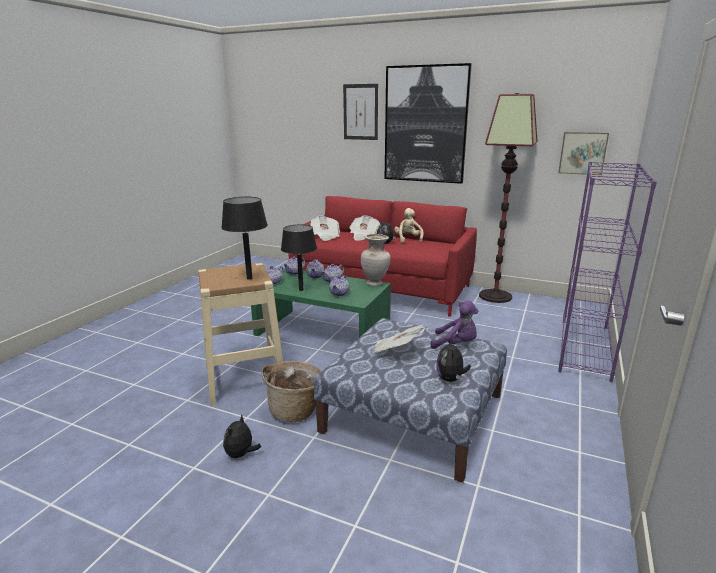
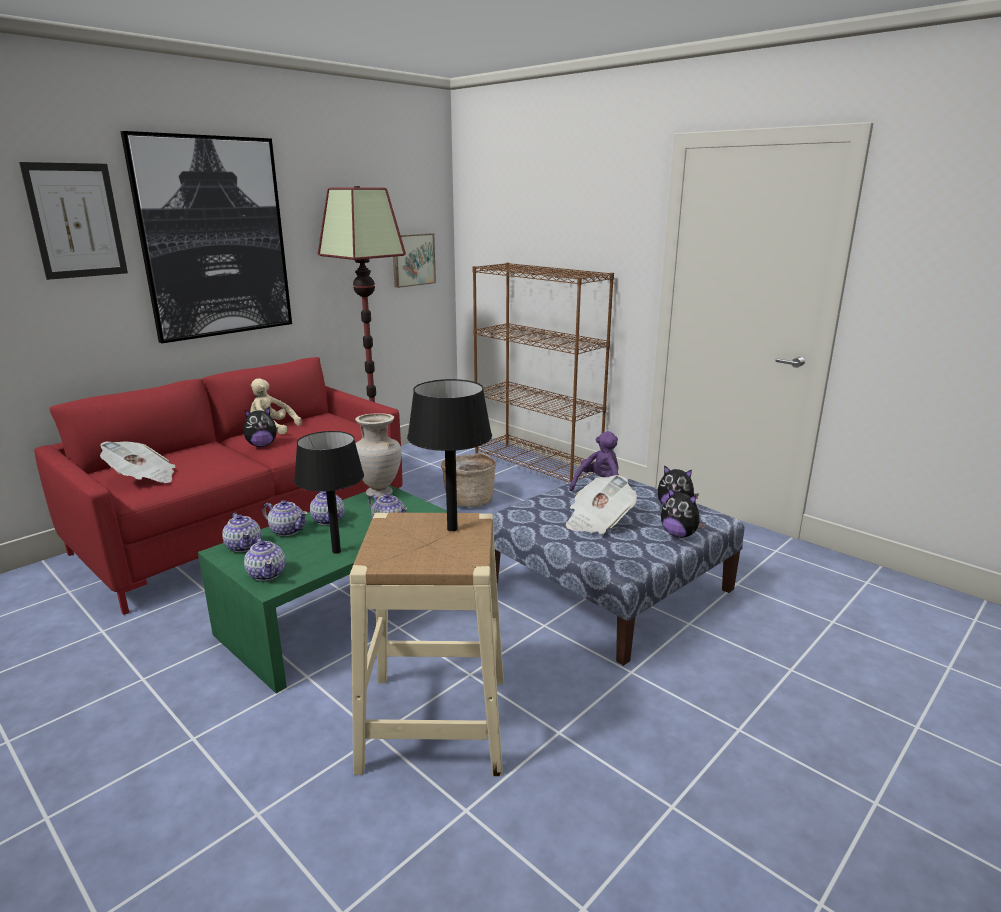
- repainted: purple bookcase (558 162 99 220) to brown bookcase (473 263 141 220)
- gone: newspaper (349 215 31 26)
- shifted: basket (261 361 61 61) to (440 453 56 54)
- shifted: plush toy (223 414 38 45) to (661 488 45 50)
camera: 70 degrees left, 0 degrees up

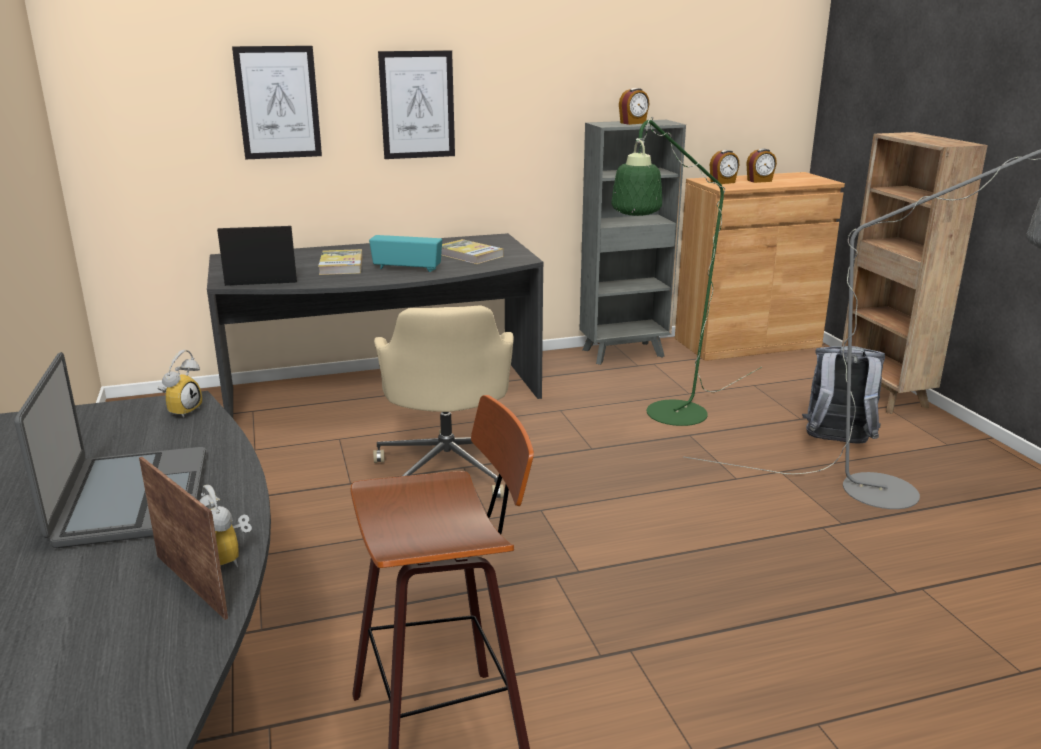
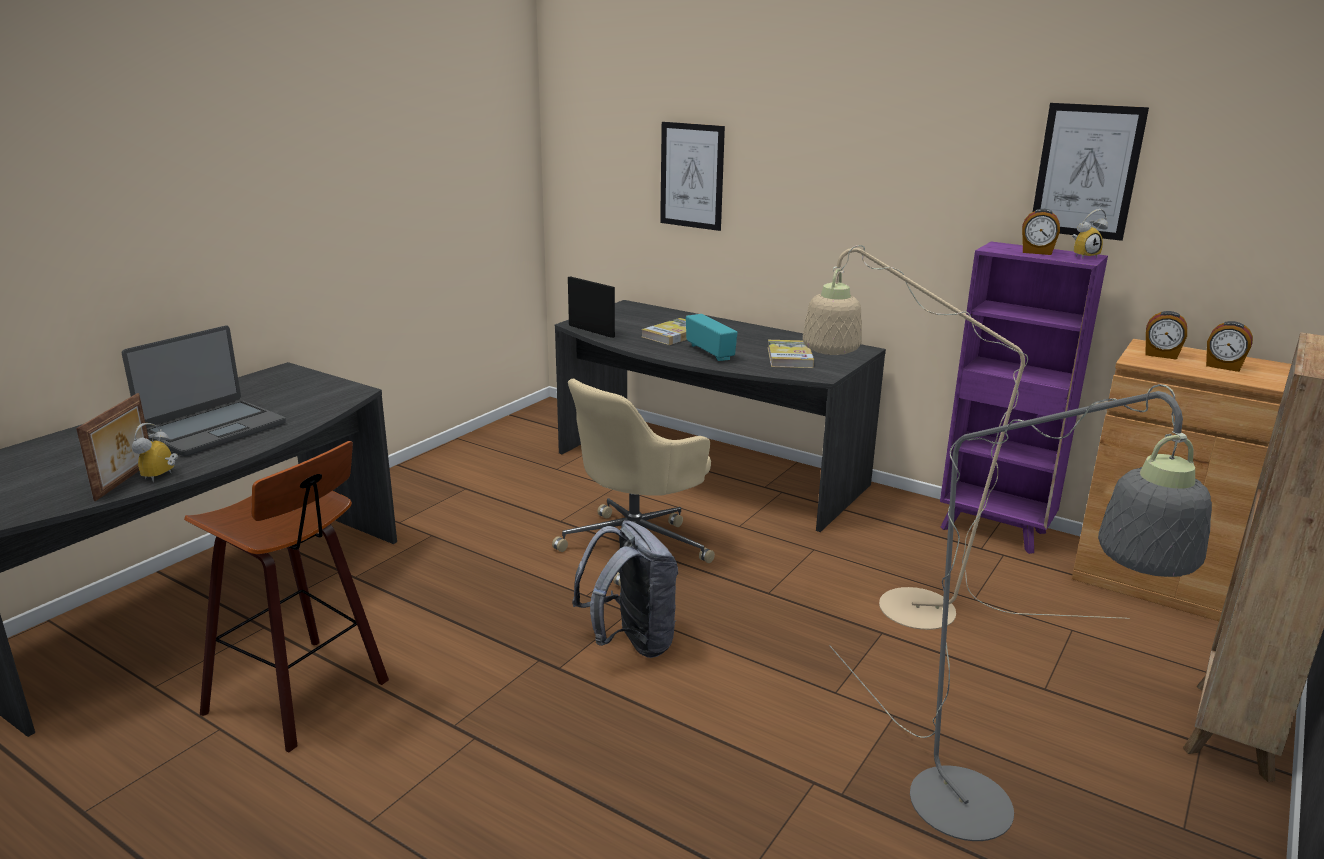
- shifted: picture (378 50 77 109) to (1033 103 116 138)
- repainted: green floor lamp (612 117 150 309) to beige floor lamp (803 245 327 385)
- repainted: grey bookcase (579 120 107 245) to purple bookcase (940 242 168 312)
- shifted: grey backpack (802 346 83 98) to (572 520 106 138)
- shifted: alarm clock (158 350 44 68) to (1072 209 36 50)
camera: 50 degrees right, 0 degrees up

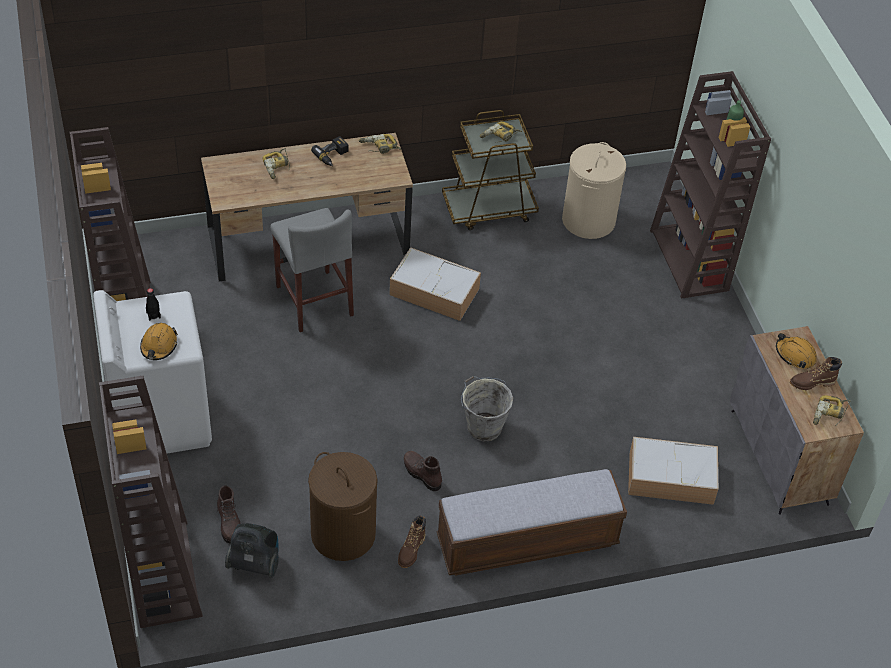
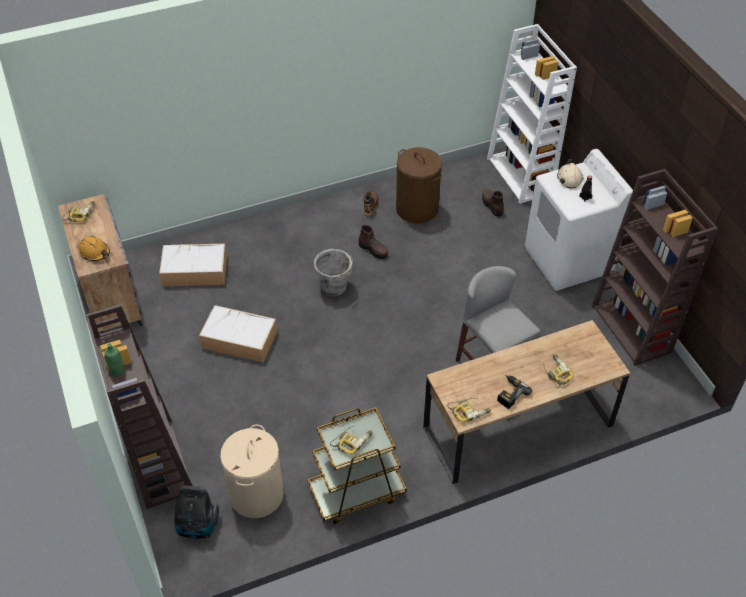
- shifted: storage box (389 247 92 74) to (199 305 78 58)
- repainted: orange hard hat (140 323 38 37) to beige hard hat (557 159 27 29)
- gone: brown boot (790 357 52 33)
- repainted: brown bookcase (99 376 104 252) to white bookcase (487 24 90 180)
- gone: bench (437 469 190 107)
- shifted: vacuum cleaner (225 523 54 55) to (174 486 45 53)
camera: 175 degrees right, 0 degrees up

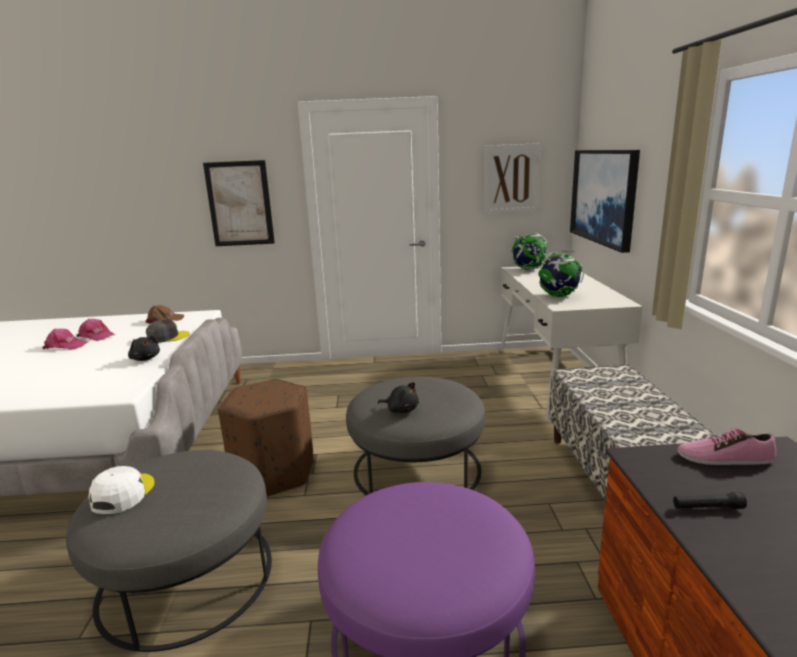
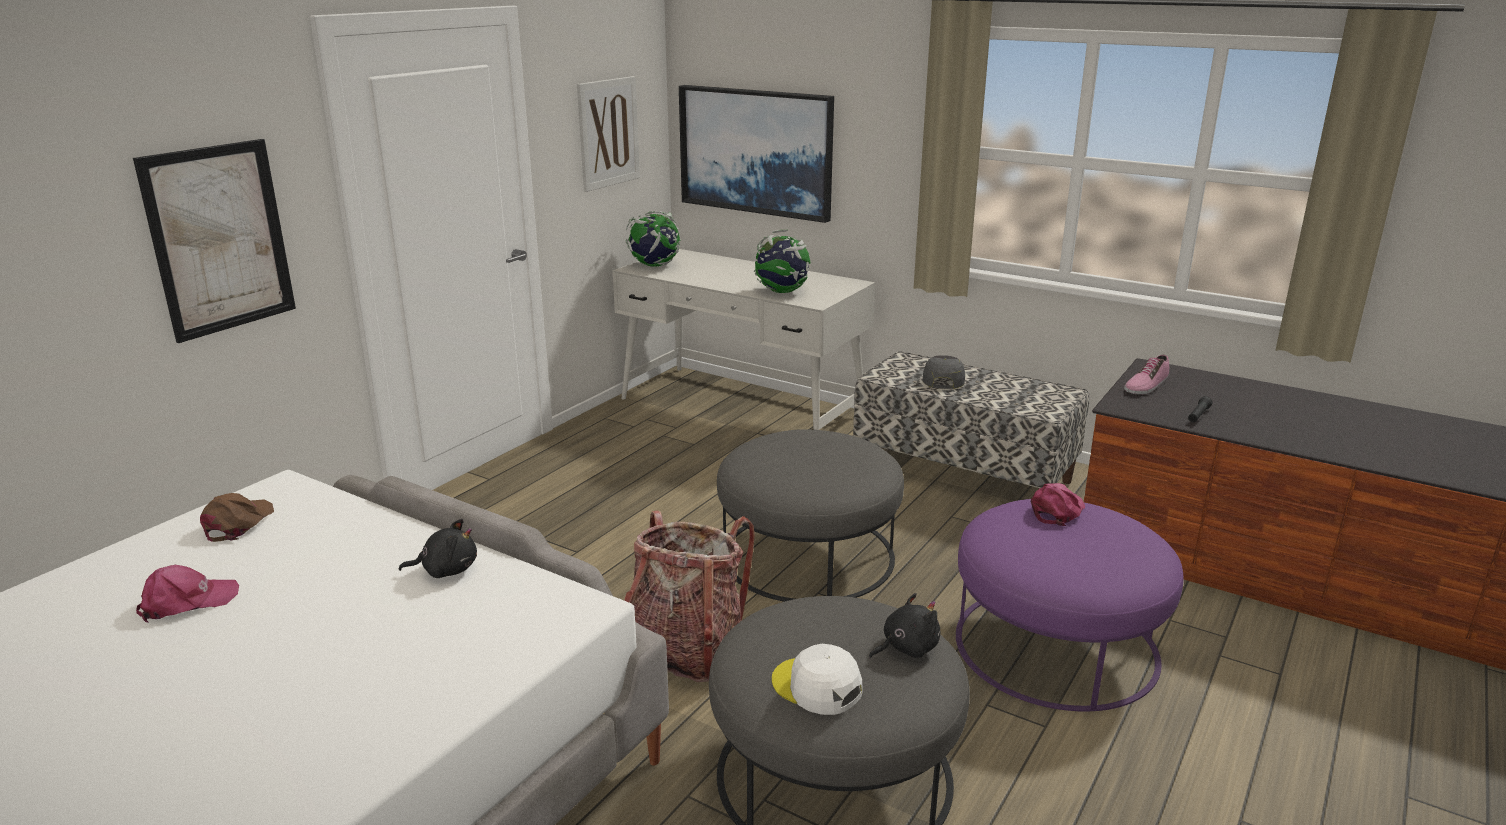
- shifted: grey cap (146 320 44 23) to (923 355 42 34)
- shifted: pink cap (42 329 46 21) to (1031 483 54 43)
- swapped: brown ottoman (218 379 96 118) to backpack (624 511 131 171)
- shifted: black plush toy (378 382 41 31) to (869 593 71 66)
camera: 55 degrees left, 5 degrees up

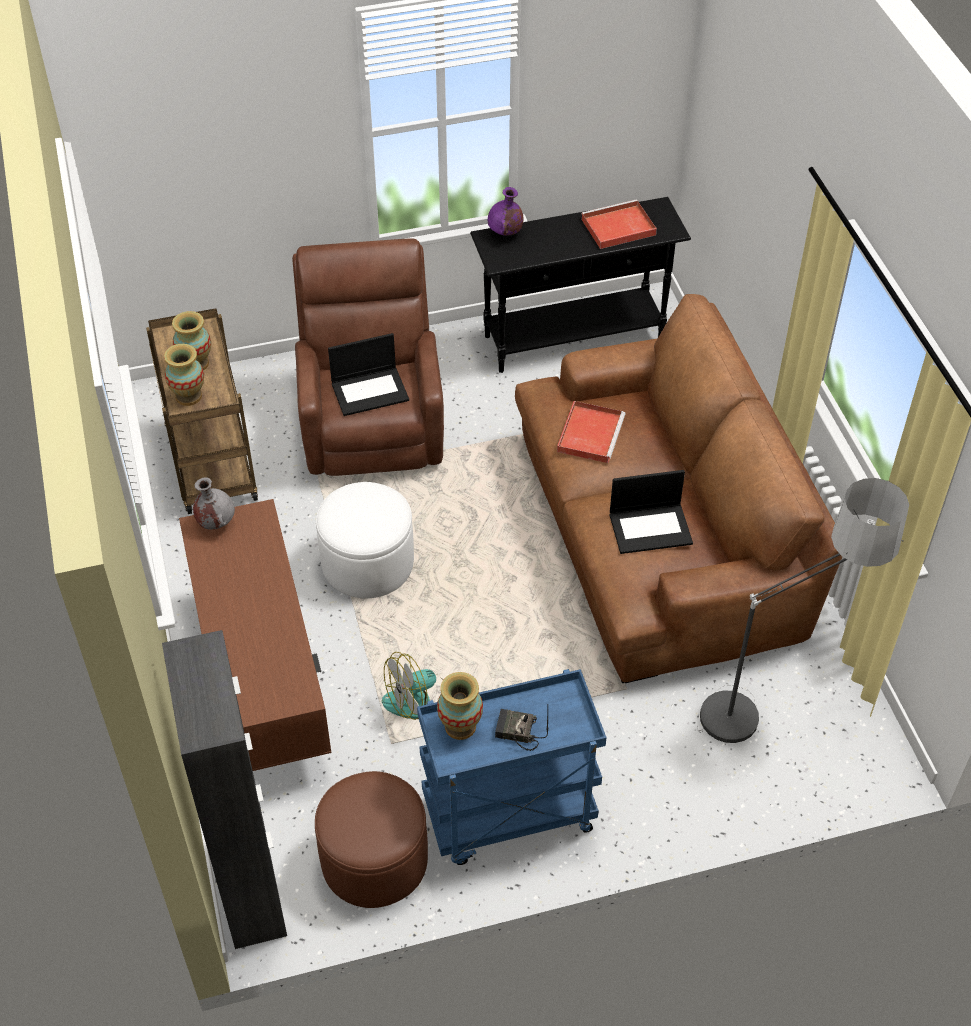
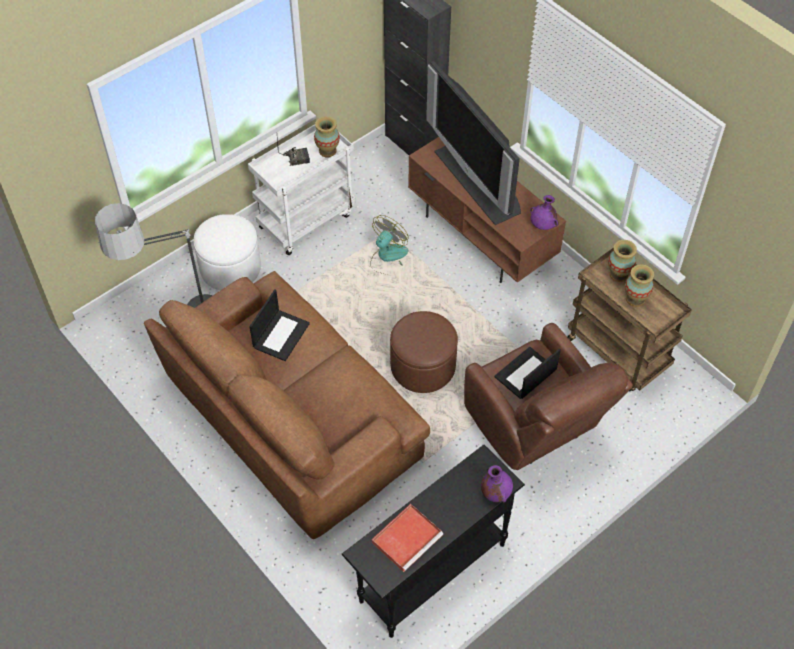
- gone: red tray (557 401 68 62)
- rotated: laptop (610 470 83 84) = (249 289 61 72) 150 degrees clockwise
- repainted: grey vase (193 477 42 53) to purple vase (530 195 29 35)
- shifted: white ottoman (316 482 98 116) to (194 214 67 76)
- repainted: blue cart (417 669 190 196) to white cart (248 122 108 133)
- shifted: brown ottoman (315 771 113 137) to (390 311 68 82)
- new: television (426 61 95 164)
camera: 155 degrees right, 5 degrees up

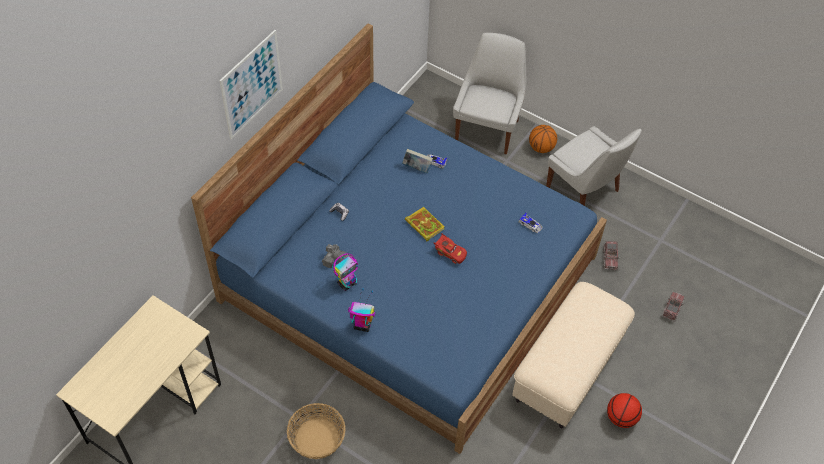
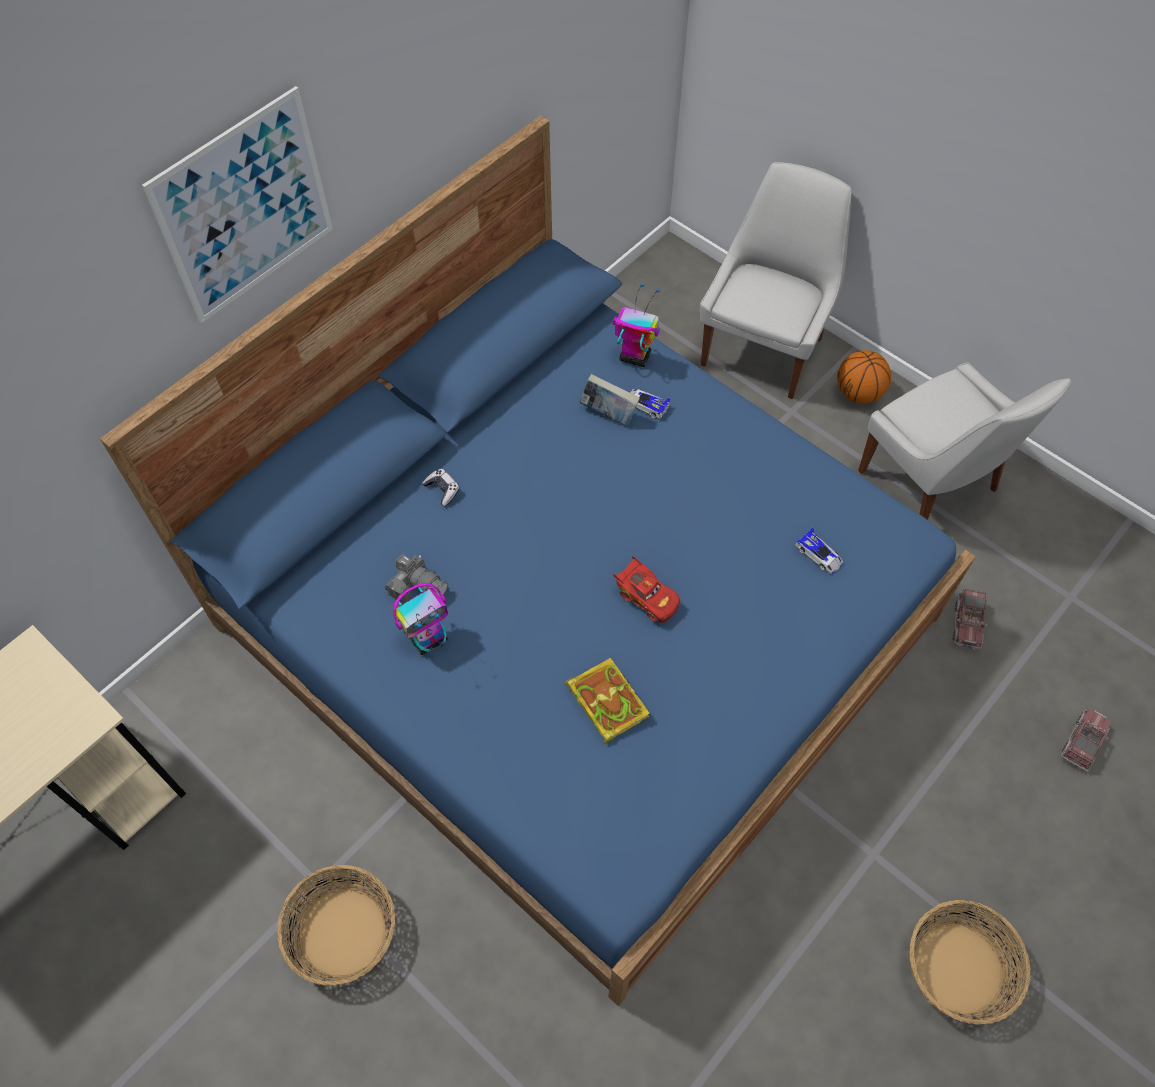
- shifted: book (405 207 39 34) to (565 658 85 86)
- gone: beige ottoman (512 282 123 146)
- shifted: toy robot (348 288 27 44) to (613 283 47 84)
- swapped: basketball (607 393 35 35) to basket (909 900 122 125)
camera: 10 degrees right, 5 degrees up

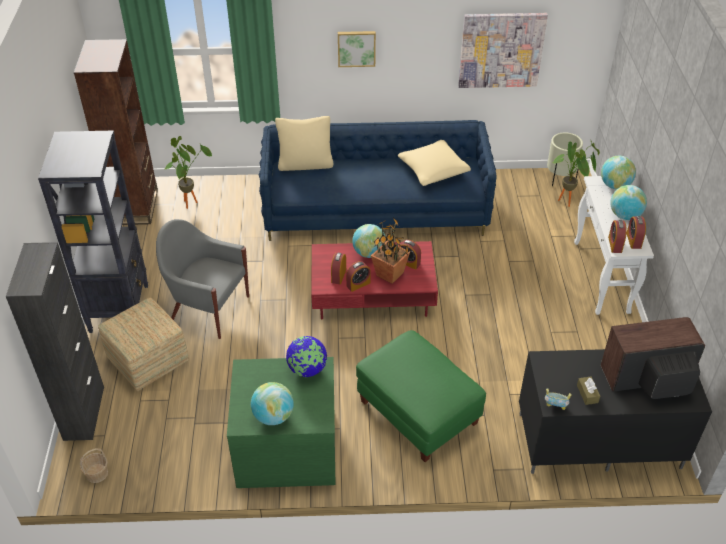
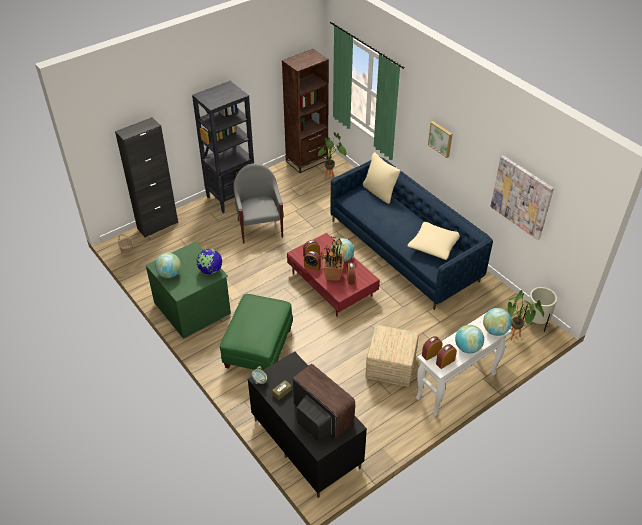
- shifted: ottoman (98 298 91 93) to (365 325 54 62)
camera: 55 degrees right, 0 degrees up

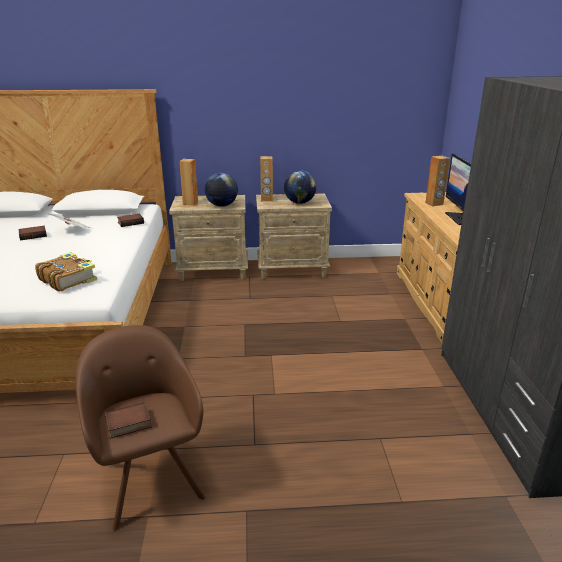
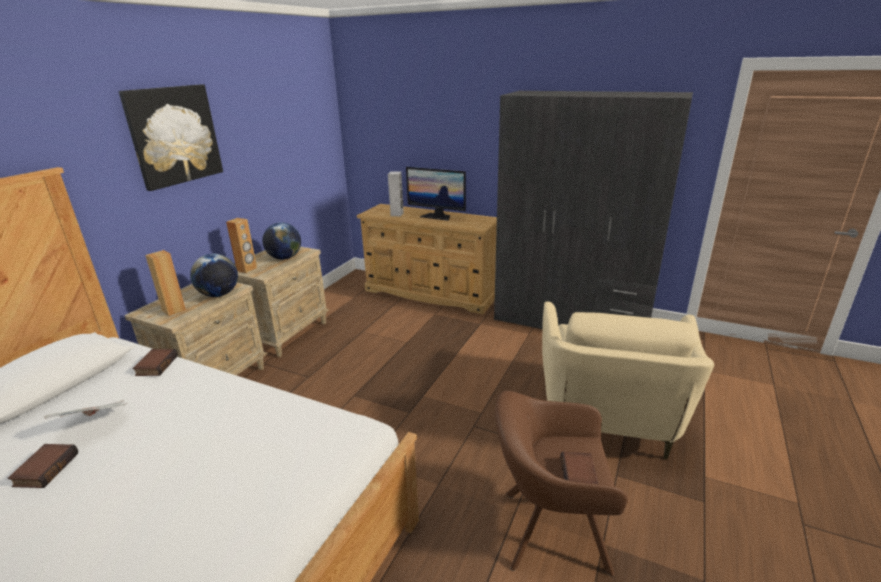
- repainted: brown speaker (426 156 24 50) to white speaker (388 172 16 44)
- gone: book (35 252 62 39)
- new: picture (119 84 104 107)
- new: beige armchair (542 302 172 158)
camera: 60 degrees left, 0 degrees up

